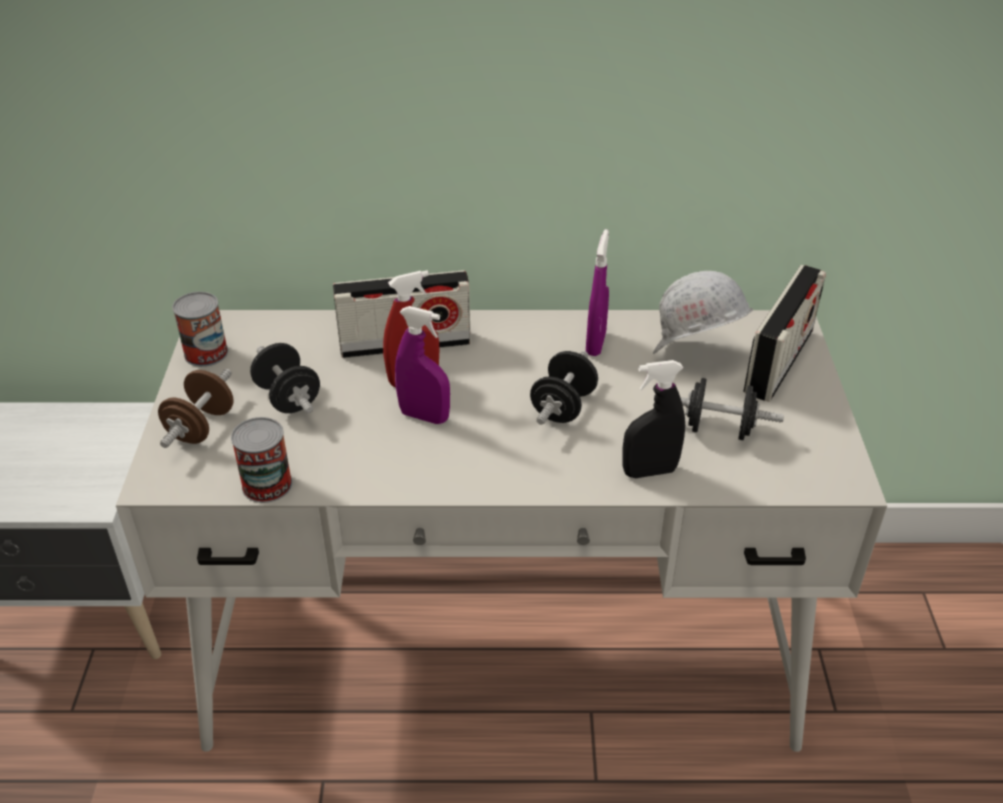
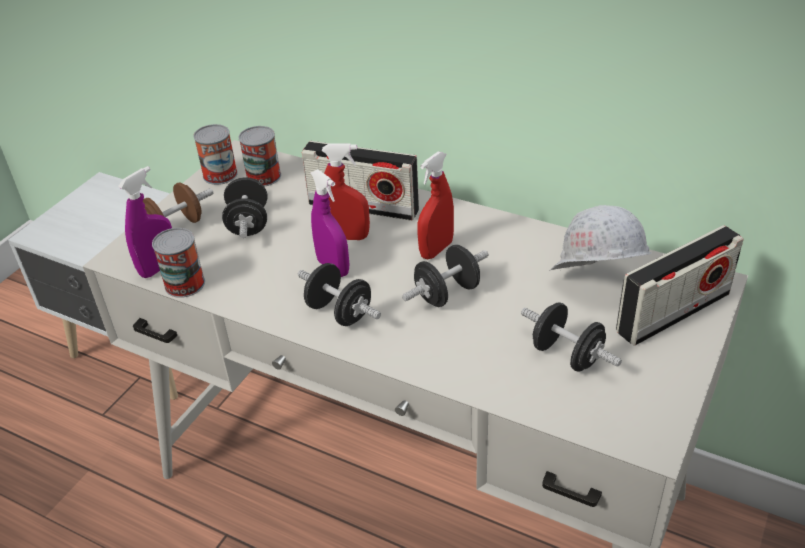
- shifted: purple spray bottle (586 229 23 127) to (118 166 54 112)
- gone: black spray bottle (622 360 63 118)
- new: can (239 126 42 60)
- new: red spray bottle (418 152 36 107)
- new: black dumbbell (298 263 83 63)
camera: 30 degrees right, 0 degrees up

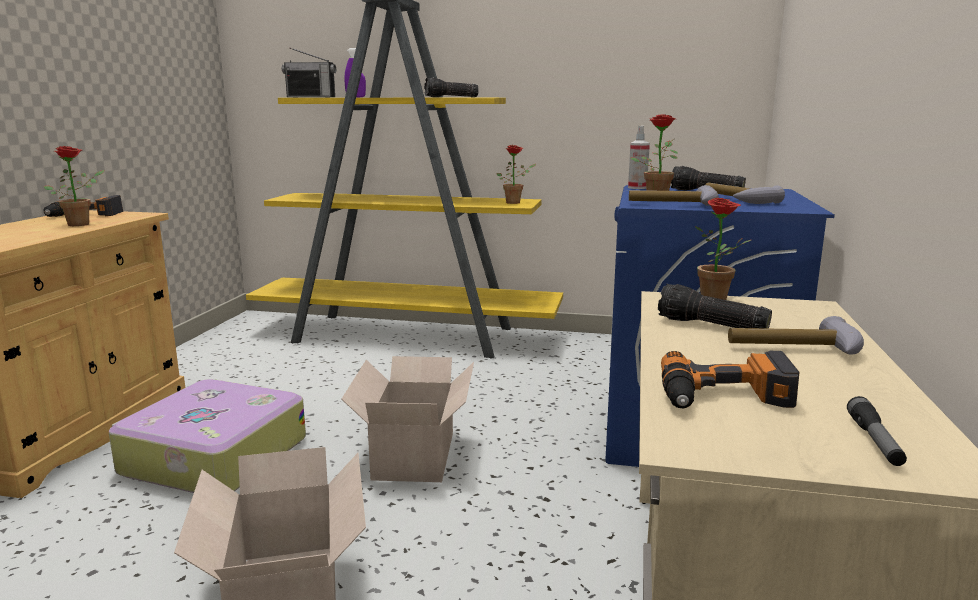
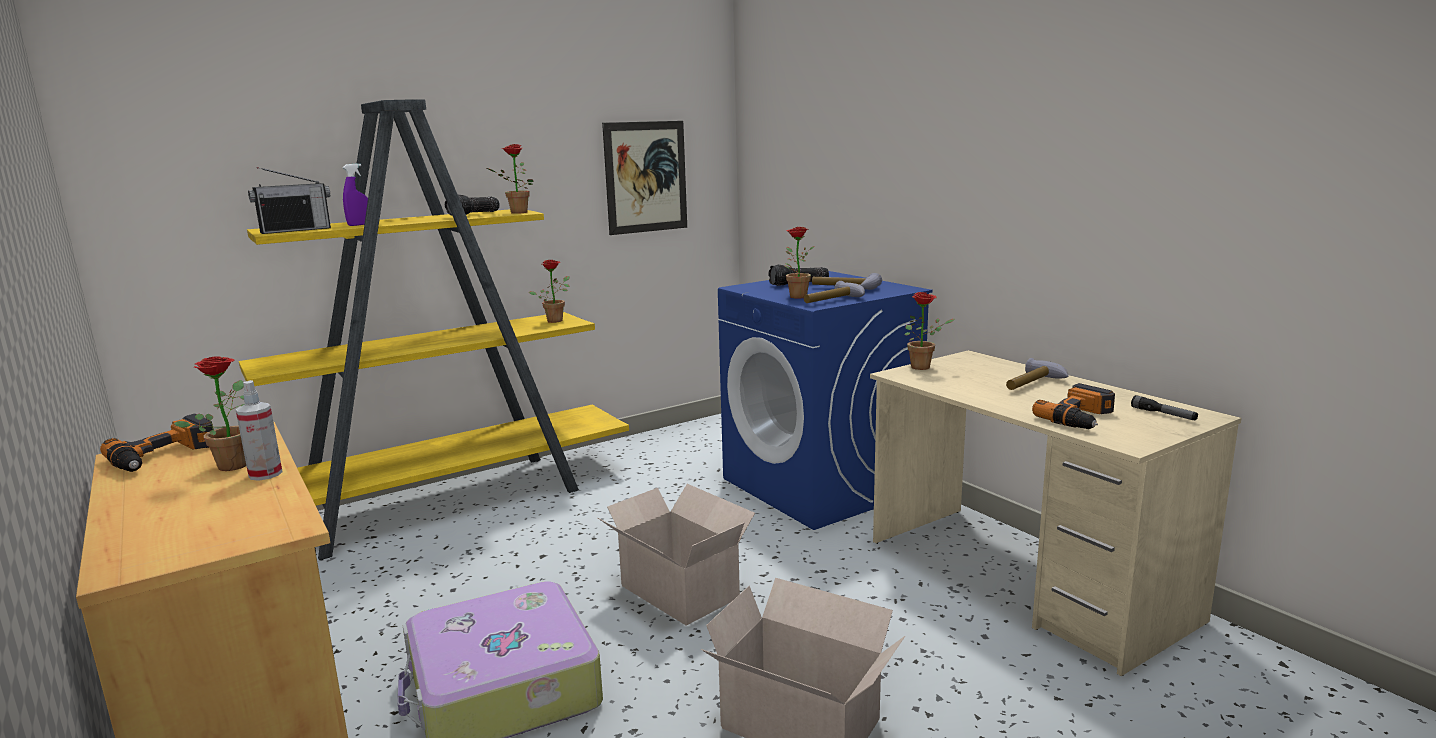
- shifted: spray bottle (628 126 22 63) to (236 380 46 101)
- gone: flashlight (658 284 114 45)
- new: picture (602 121 85 114)
- new: potted plant (487 144 46 70)
camera: 45 degrees left, 0 degrees up

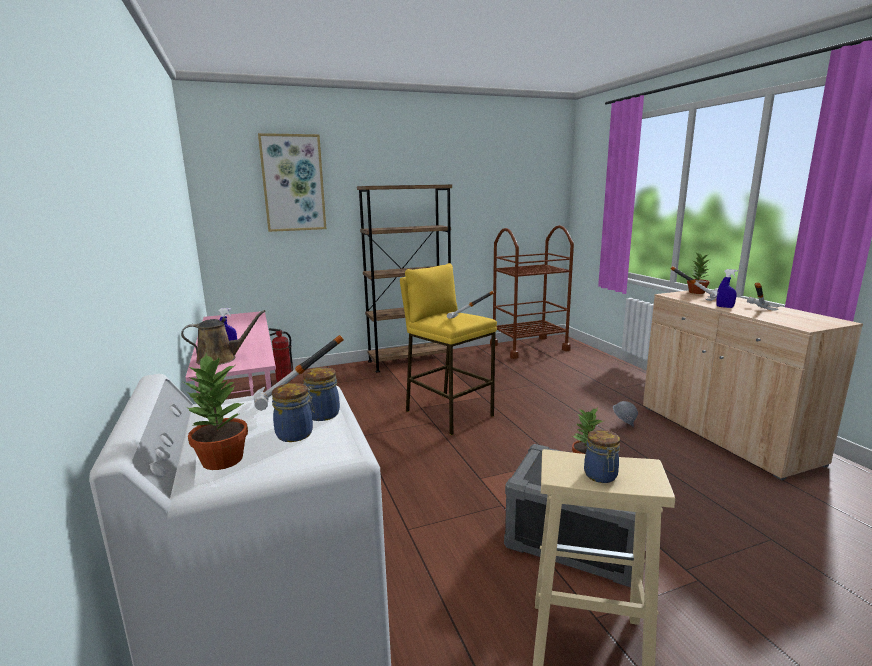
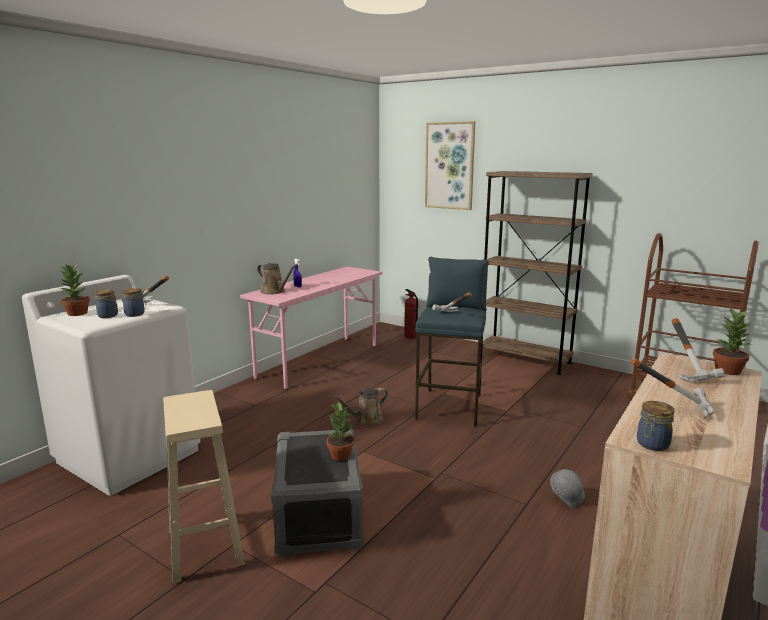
- repainted: yellow stool (400 263 97 172) to blue stool (415 256 74 171)
- gone: blue spray bottle (716 269 22 39)
- shifted: jar (584 430 36 53) to (637 401 38 50)
- new: brown watering can (333 388 55 38)
camera: 55 degrees right, 0 degrees up

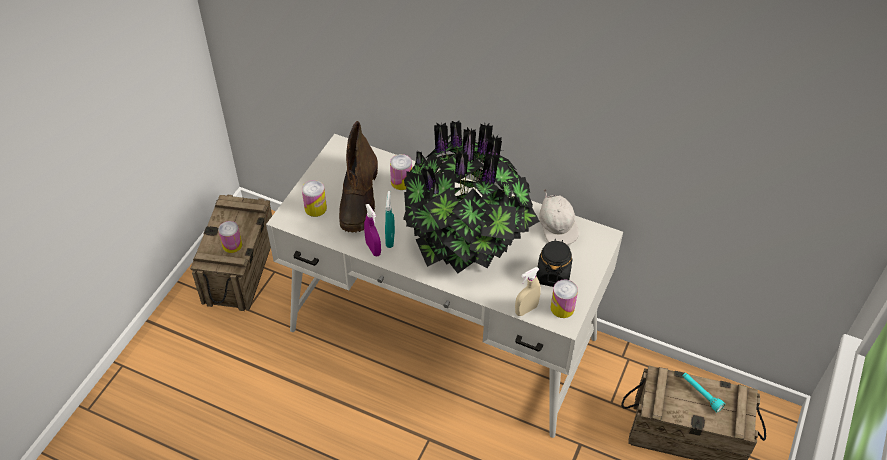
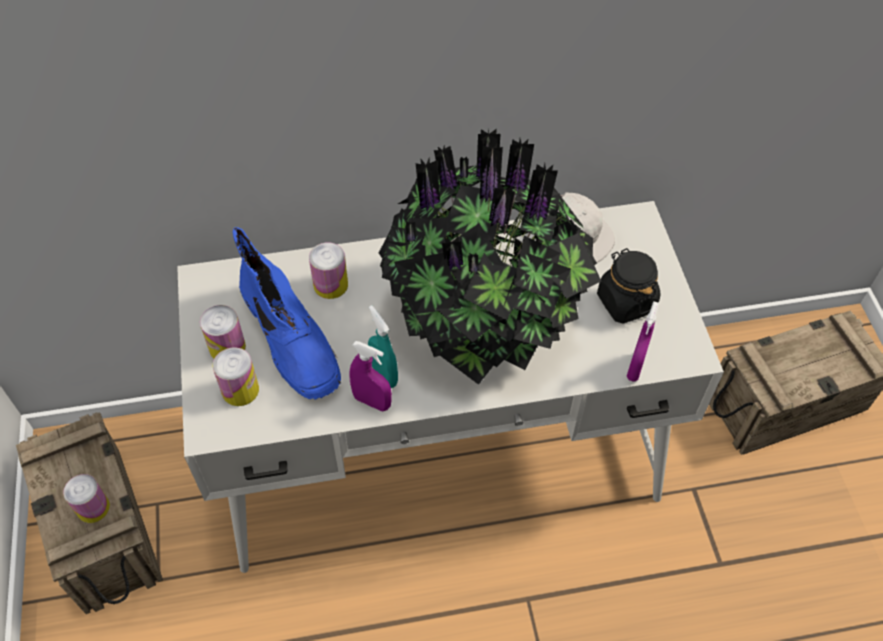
- repainted: brown boot (339 121 39 112) to blue boot (233 227 108 173)
- repainted: beige spray bottle (515 267 26 49) to purple spray bottle (626 302 33 79)
- shifted: can (551 279 27 39) to (200 305 46 54)
- gone: turquoise flashlight (683 373 42 39)
camera: 35 degrees left, 5 degrees up

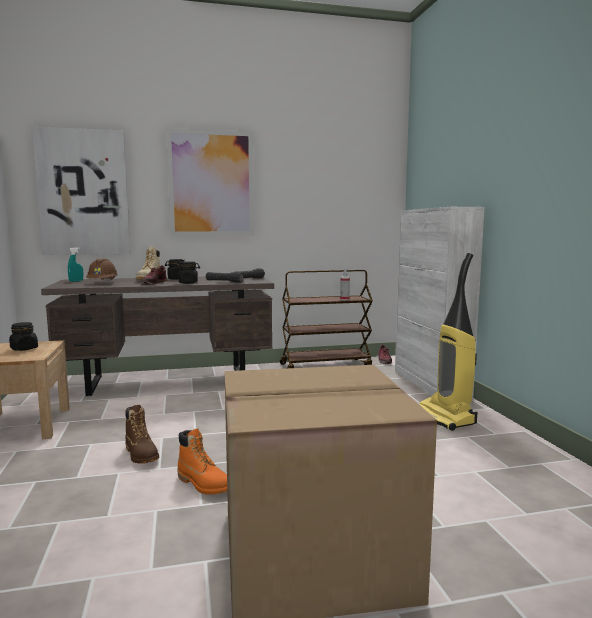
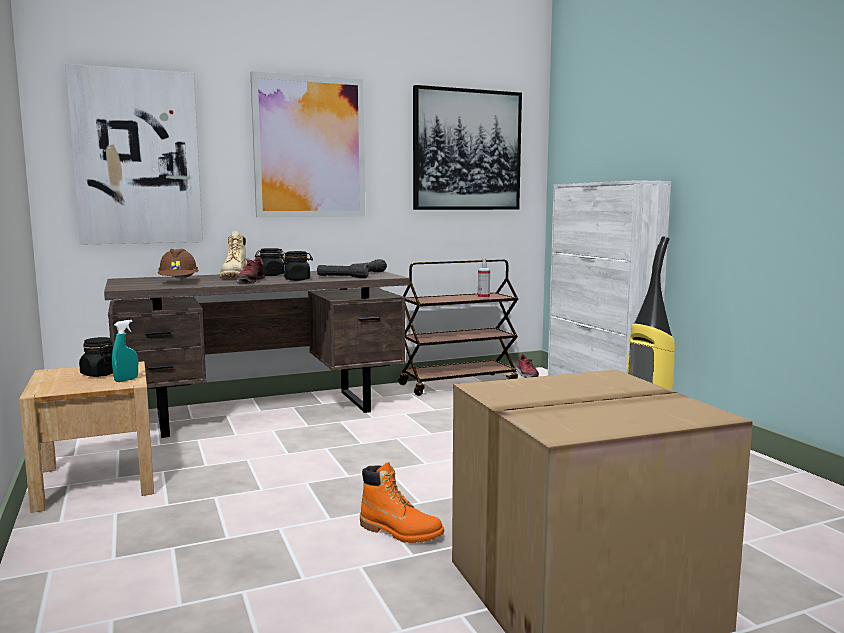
- shifted: turquoise spray bottle (68 247 15 35) to (112 320 26 62)
- gone: brown boot (125 405 34 59)
- new: picture (413 85 109 125)
camera: 10 degrees left, 0 degrees up

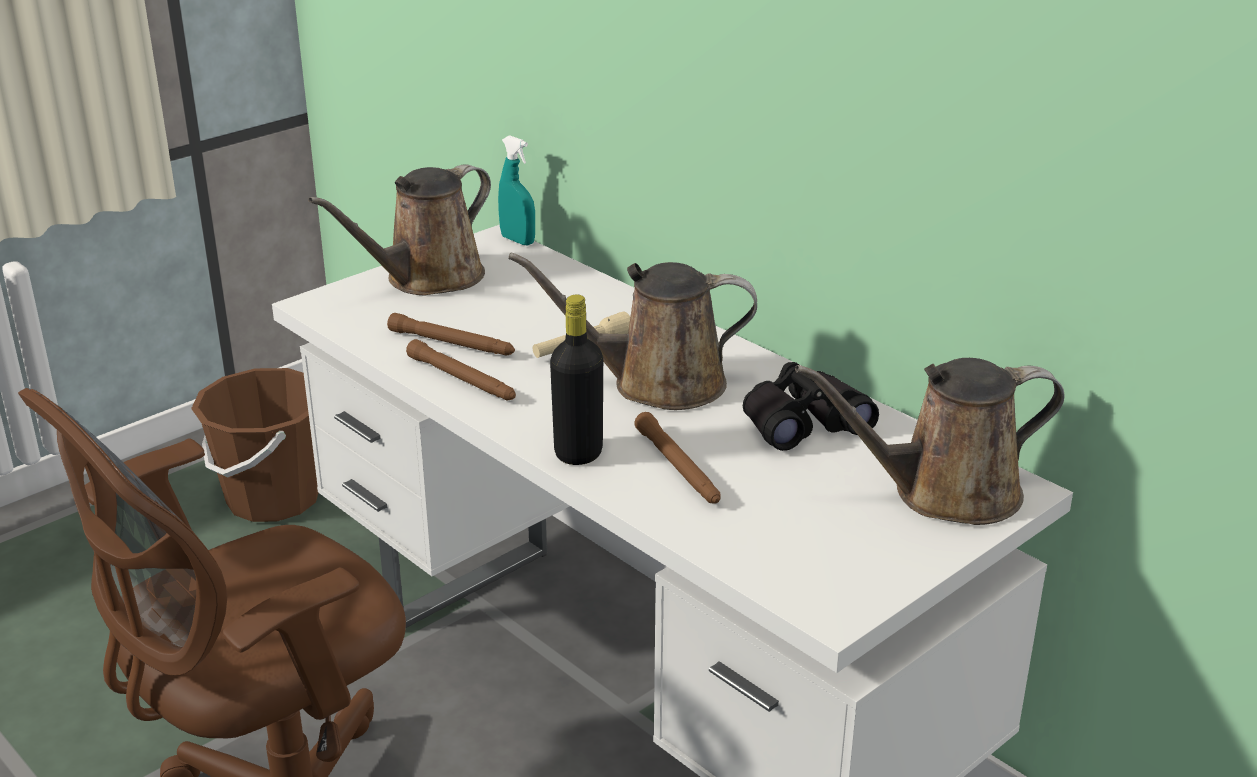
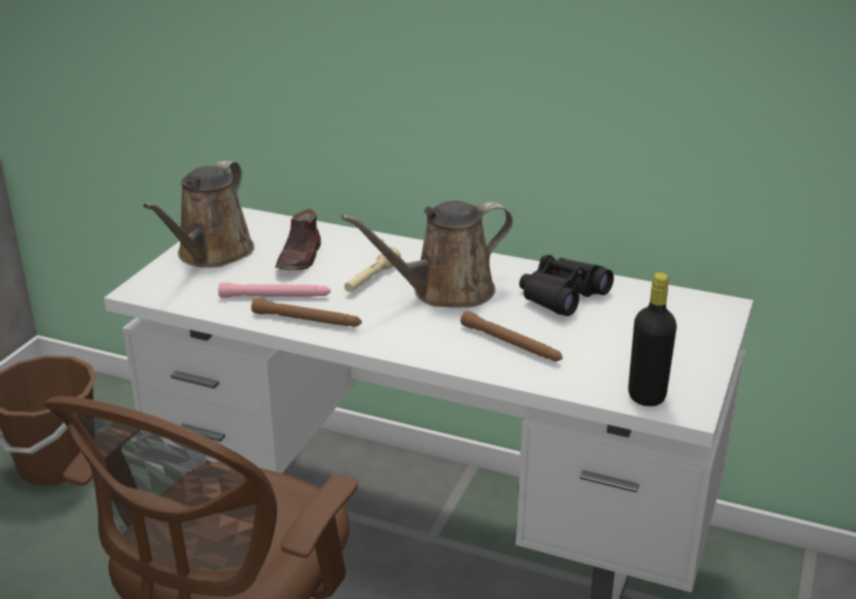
- gone: turquoise spray bottle (498 135 37 111)
- shifted: black bottle (550 295 53 170) to (628 272 49 134)
- repainted: brown flashlight (387 313 128 43) to pink flashlight (218 282 113 15)
- gone: brown watering can (795 358 270 167)
- new: brown shoe (275 209 46 61)
camera: 25 degrees left, 0 degrees up

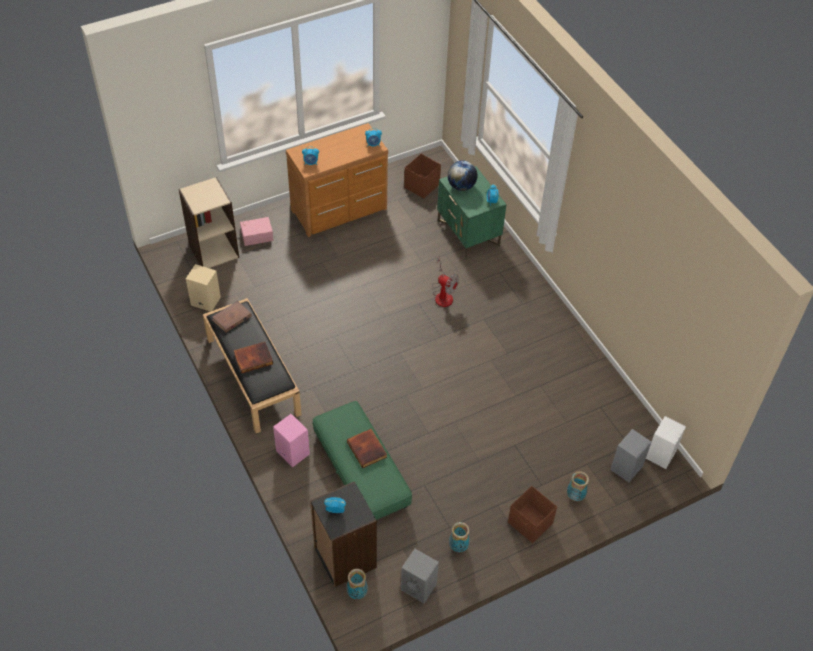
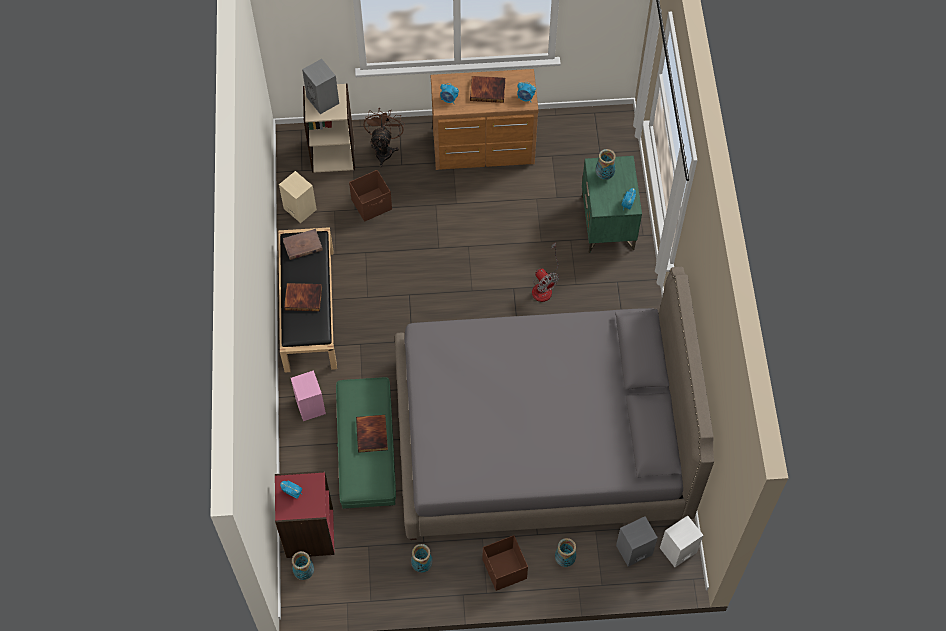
- shifted: brown storage box (404 154 37 45) to (349 170 43 52)
- swapped: globe (447 161 30 30) to vase (596 149 20 31)
- swapped: pink storage box (240 217 33 29) to brown fan (364 109 41 58)
- repainted: black bookcase (310 481 67 106) to red bookcase (275 471 60 87)
- shifted: grey speaker (401 549 38 54) to (302 59 37 55)
- new: book (470 76 35 27)
- new: grey bed (395 267 319 273)
camera: 25 degrees right, 10 degrees up

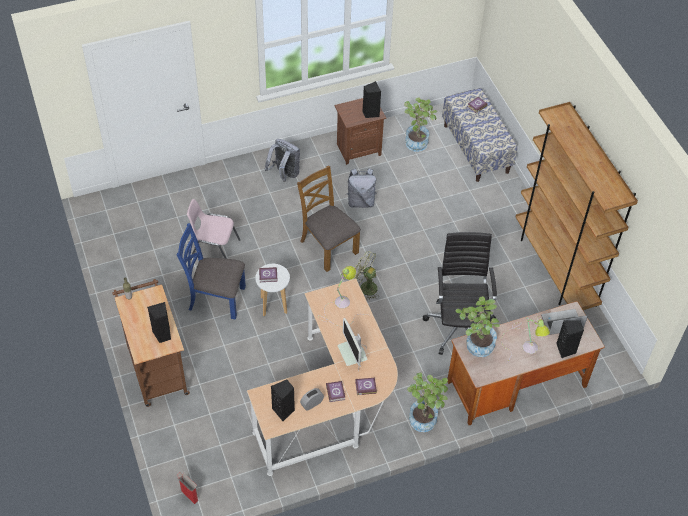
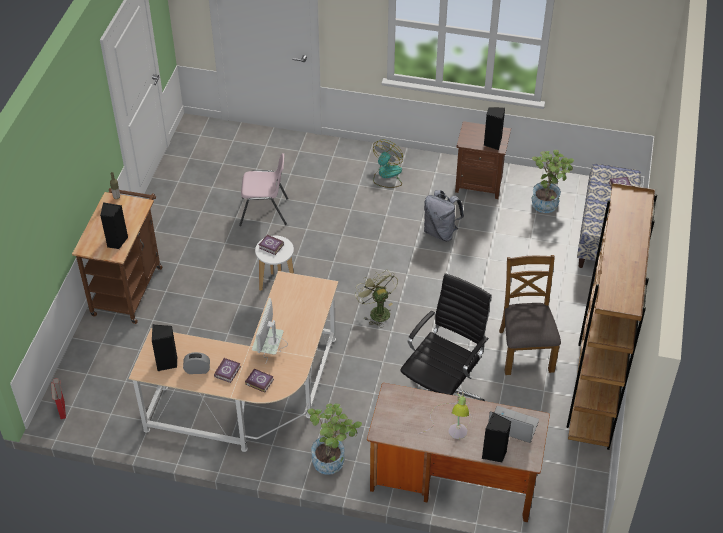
- swapped: grey backpack (265 139 35 43) to fan (373 139 30 49)
- shifted: brown chair (297 165 64 107) to (499 255 62 120)
- rotated: pink chair (187 199 53 61) = (239 153 49 73) 135 degrees clockwise
- gone: blue chair (177 223 69 97)
- gone: table lamp (317 266 50 60)
- gone: potted plant (455 296 45 61)
camera: 35 degrees right, 5 degrees down

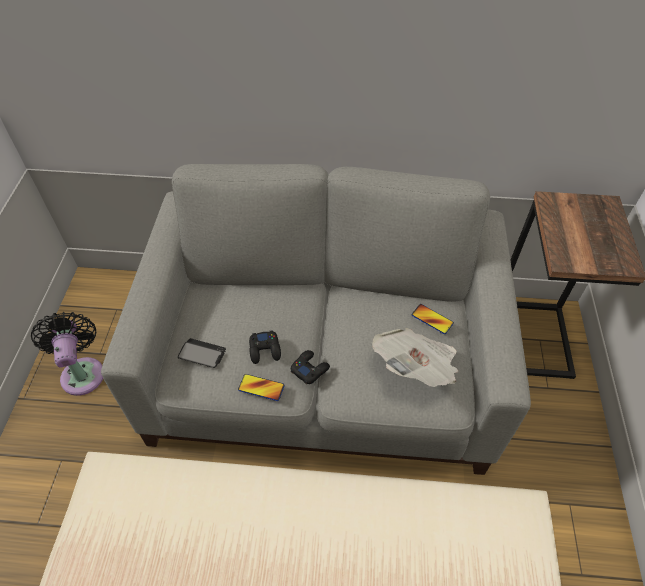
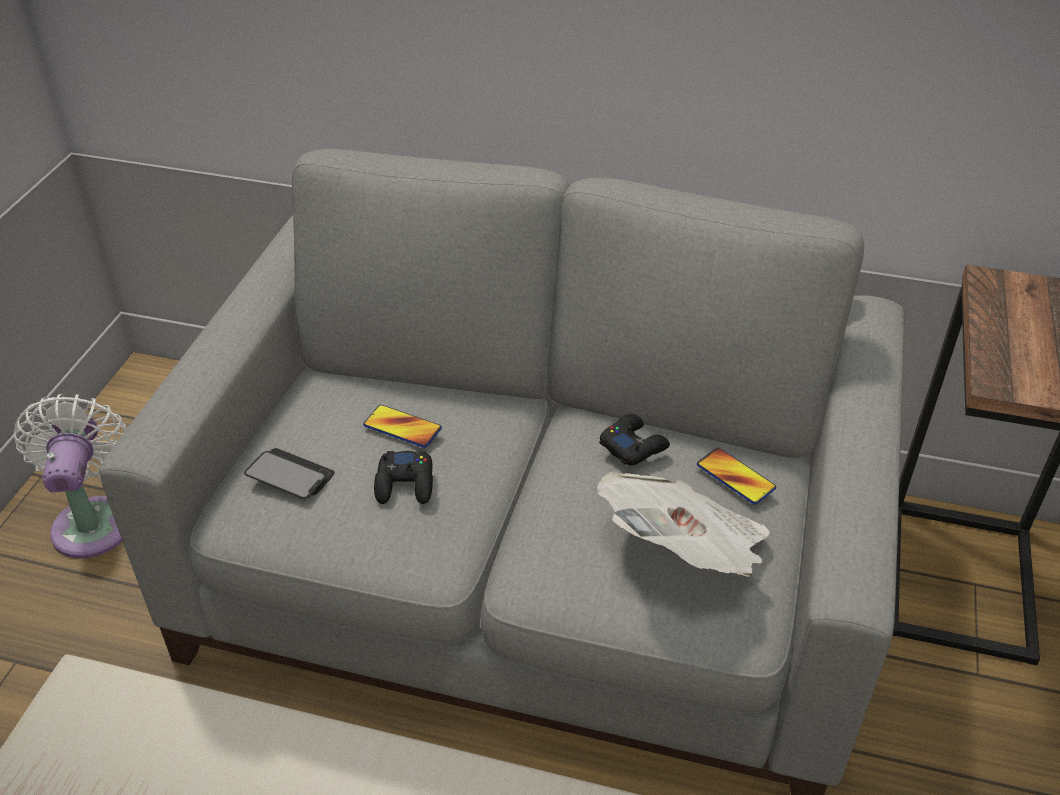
- repainted: black fan (31 312 72 84) to white fan (14 394 113 165)
- shifted: black game controller (291 350 39 35) to (600 414 70 51)
- shifted: phone (238 374 47 27) to (363 405 79 43)
camera: 10 degrees right, 10 degrees down

